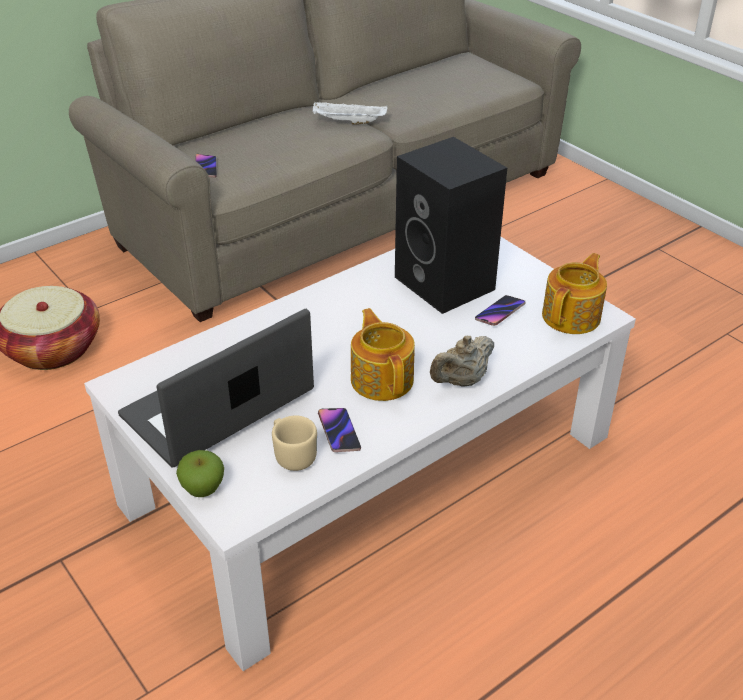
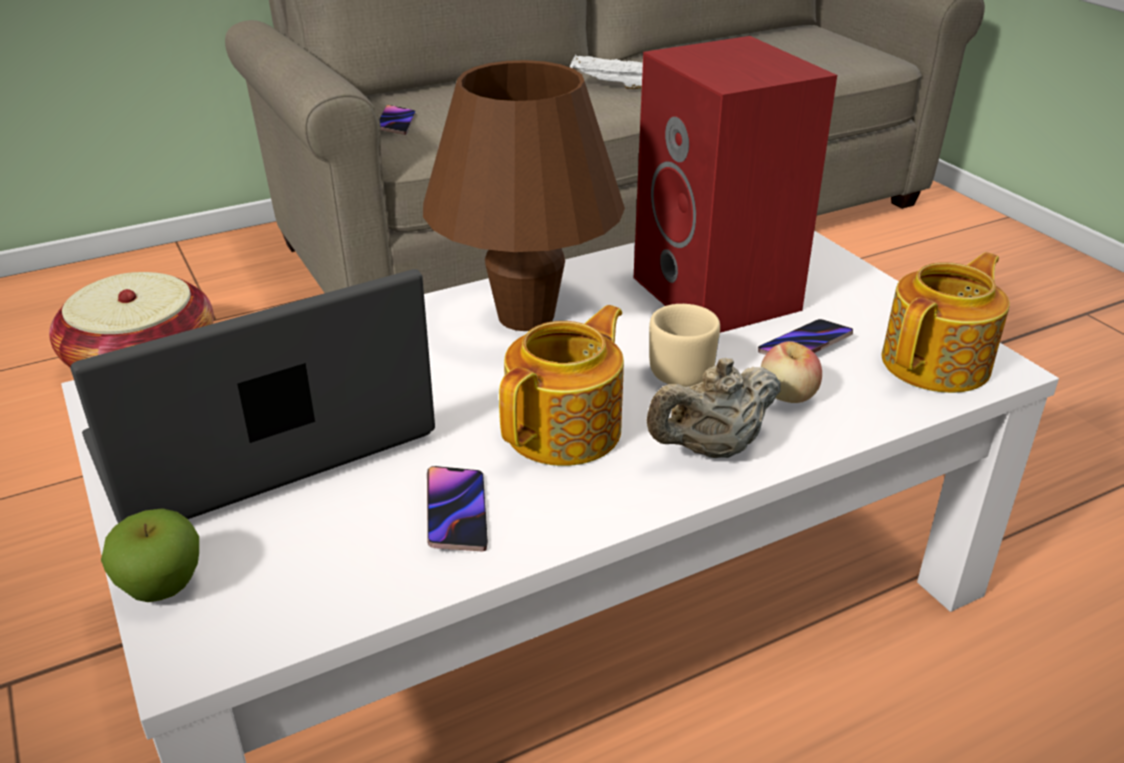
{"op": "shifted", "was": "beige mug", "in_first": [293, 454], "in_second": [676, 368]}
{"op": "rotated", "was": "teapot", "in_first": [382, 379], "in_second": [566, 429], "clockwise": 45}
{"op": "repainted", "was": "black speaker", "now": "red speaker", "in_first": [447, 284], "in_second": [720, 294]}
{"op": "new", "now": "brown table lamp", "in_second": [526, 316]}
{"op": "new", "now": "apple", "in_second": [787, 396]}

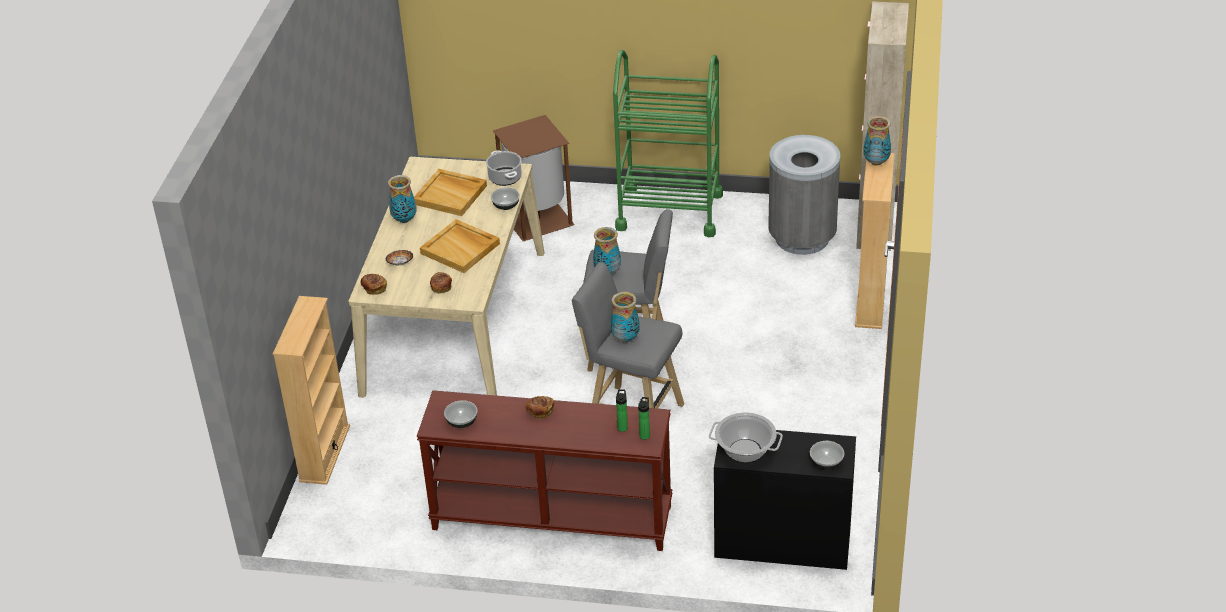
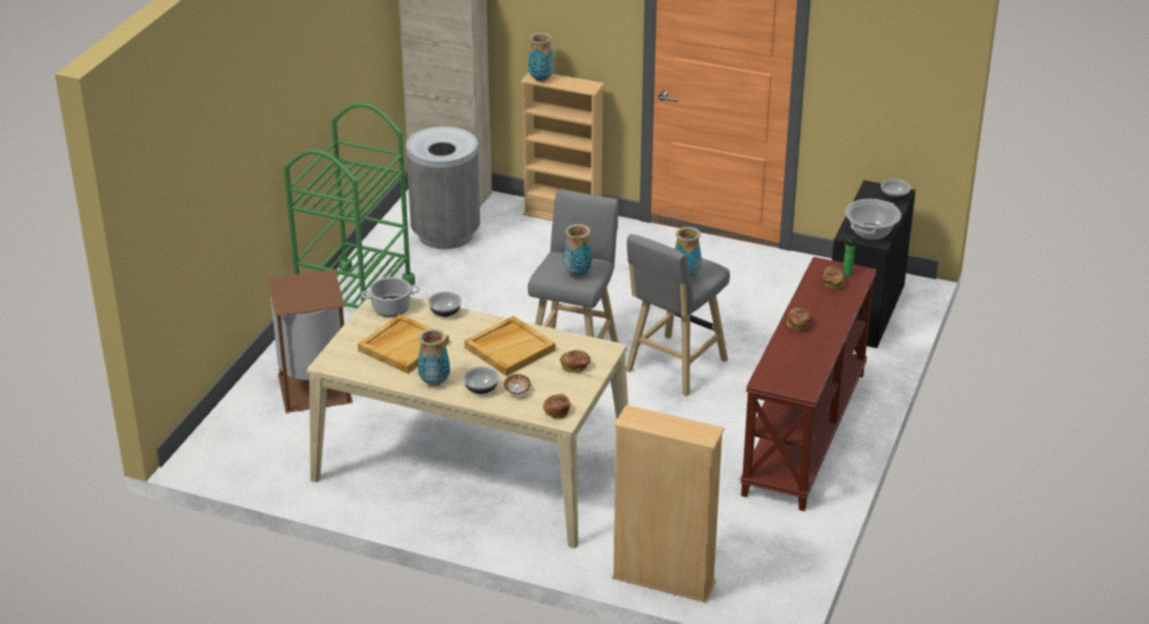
{"op": "shifted", "was": "bowl", "in_first": [461, 422], "in_second": [481, 389]}
{"op": "swapped", "was": "bottle", "now": "bread", "in_first": [622, 427], "in_second": [832, 283]}

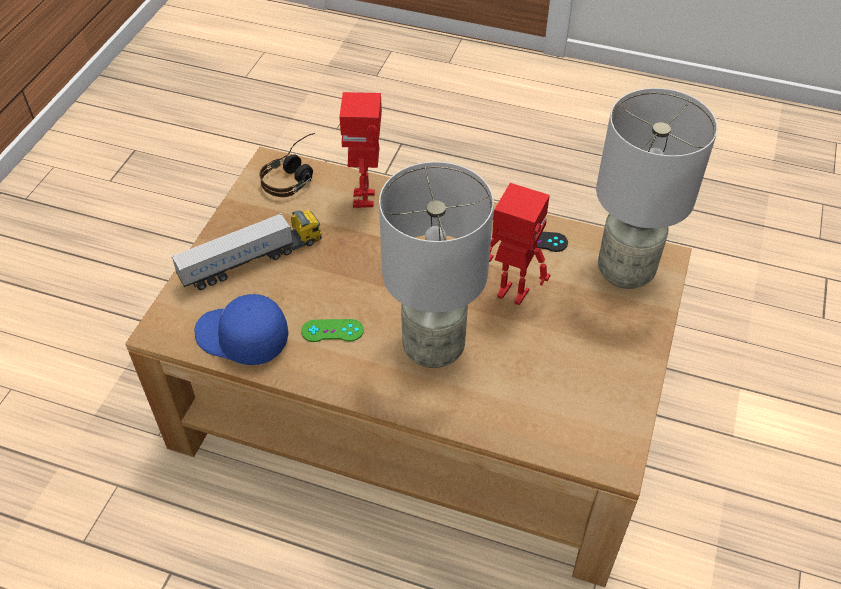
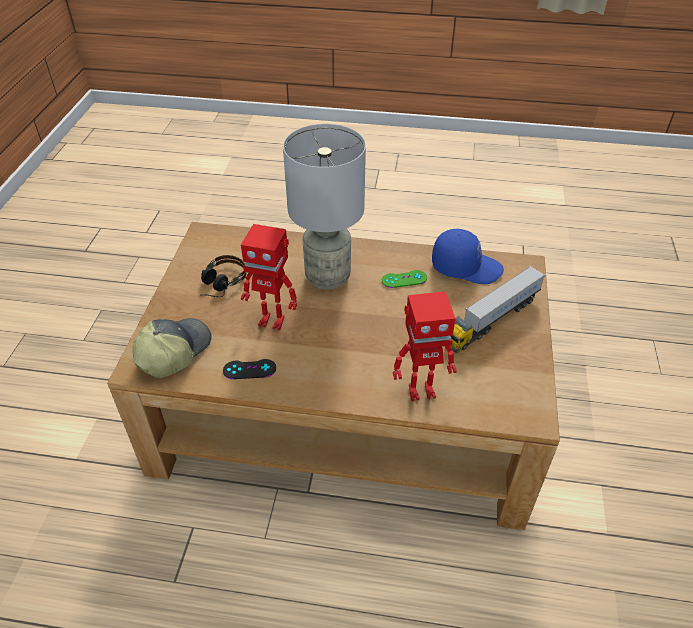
{"op": "shifted", "was": "headphones", "in_first": [295, 175], "in_second": [219, 286]}
{"op": "rotated", "was": "toy robot", "in_first": [365, 199], "in_second": [420, 390], "clockwise": 90}
{"op": "swapped", "was": "grey table lamp", "now": "cap", "in_first": [626, 271], "in_second": [173, 352]}

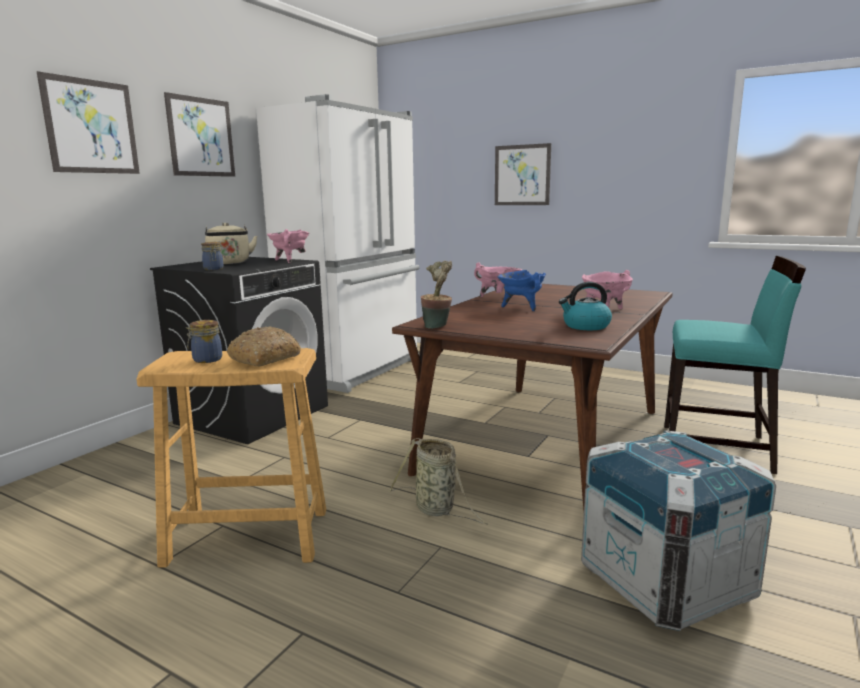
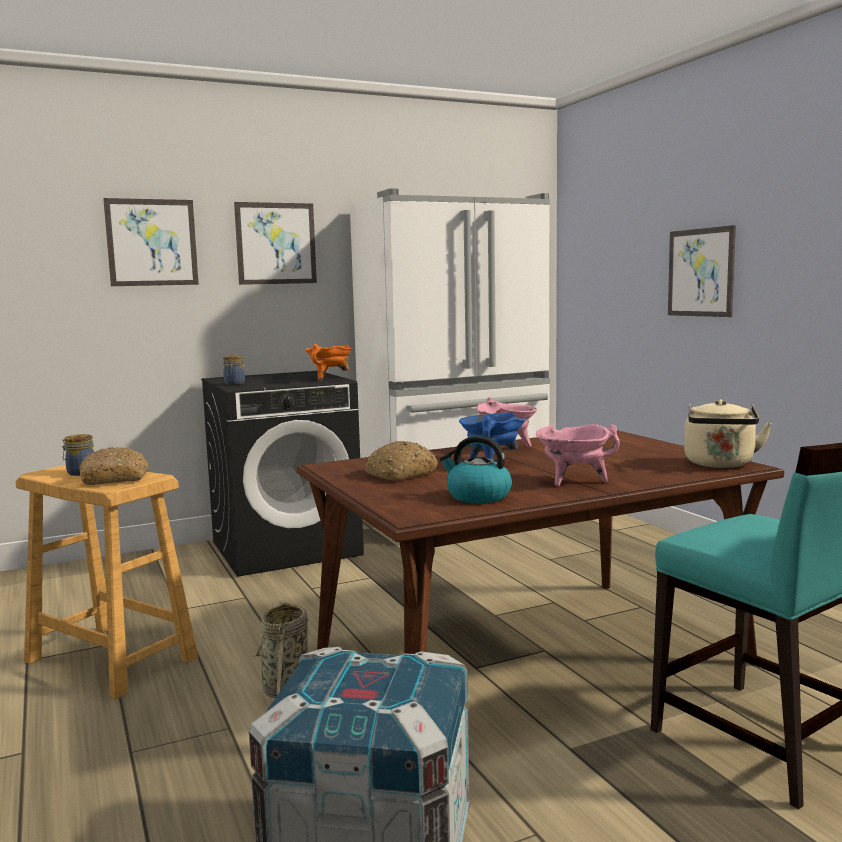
{"op": "shifted", "was": "beige kettle", "in_first": [230, 263], "in_second": [720, 465]}
{"op": "repainted", "was": "pink cooking pot", "now": "orange cooking pot", "in_first": [289, 261], "in_second": [329, 379]}
{"op": "gone", "was": "potted plant", "in_first": [438, 326]}
{"op": "new", "now": "bread", "in_second": [401, 474]}

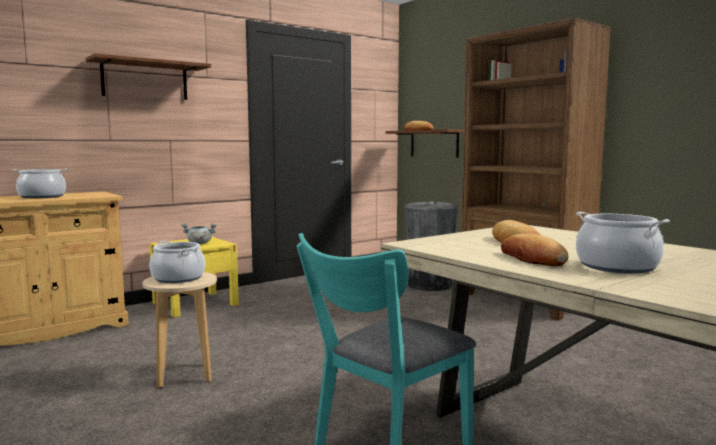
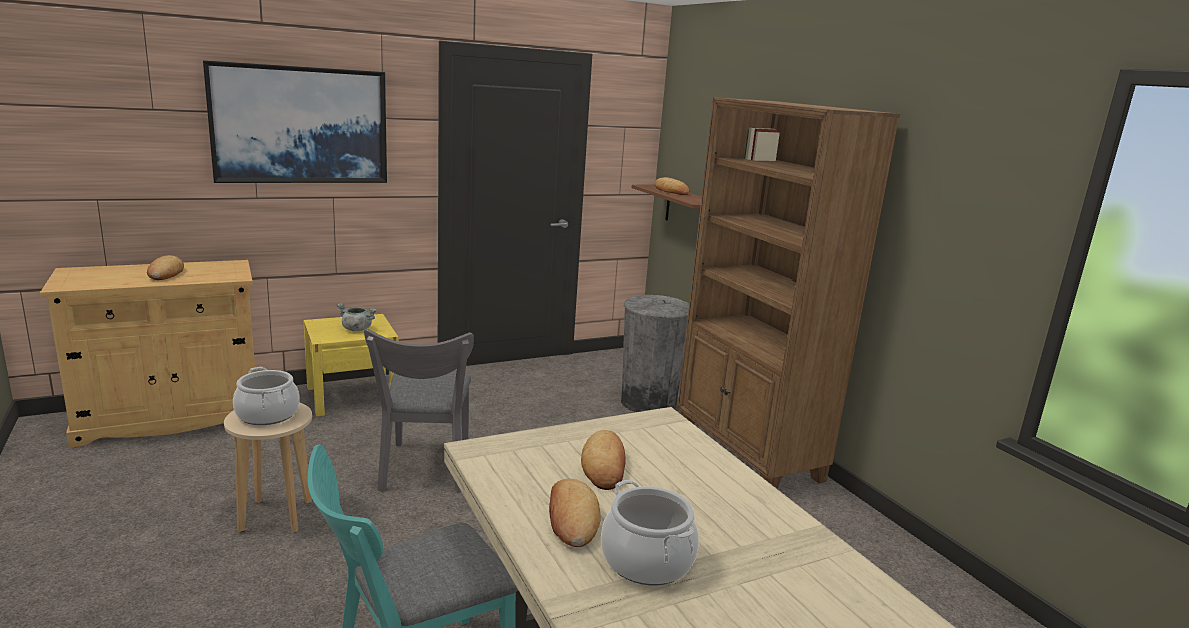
{"op": "swapped", "was": "cooking pot", "now": "bread", "in_first": [42, 197], "in_second": [165, 273]}
{"op": "swapped", "was": "shelf", "now": "picture", "in_first": [145, 80], "in_second": [300, 125]}
{"op": "new", "now": "grey chair", "in_second": [425, 472]}

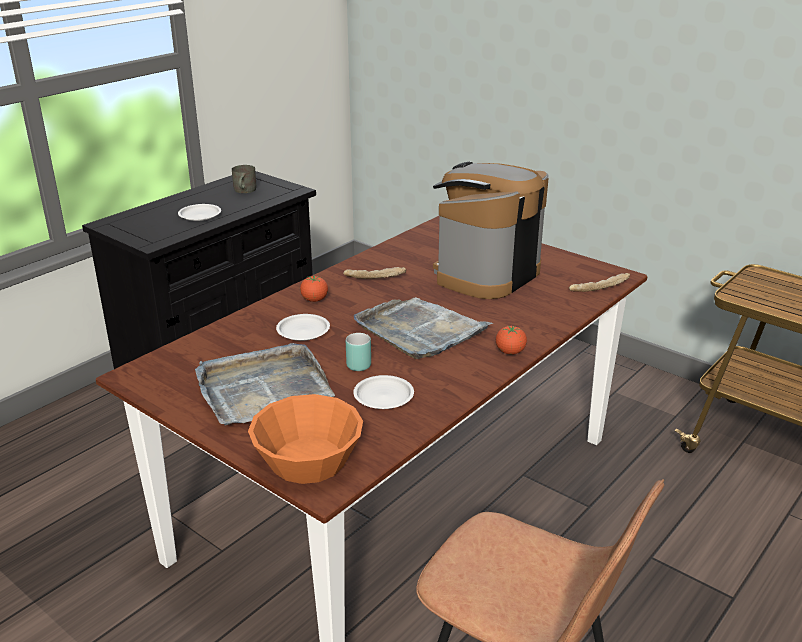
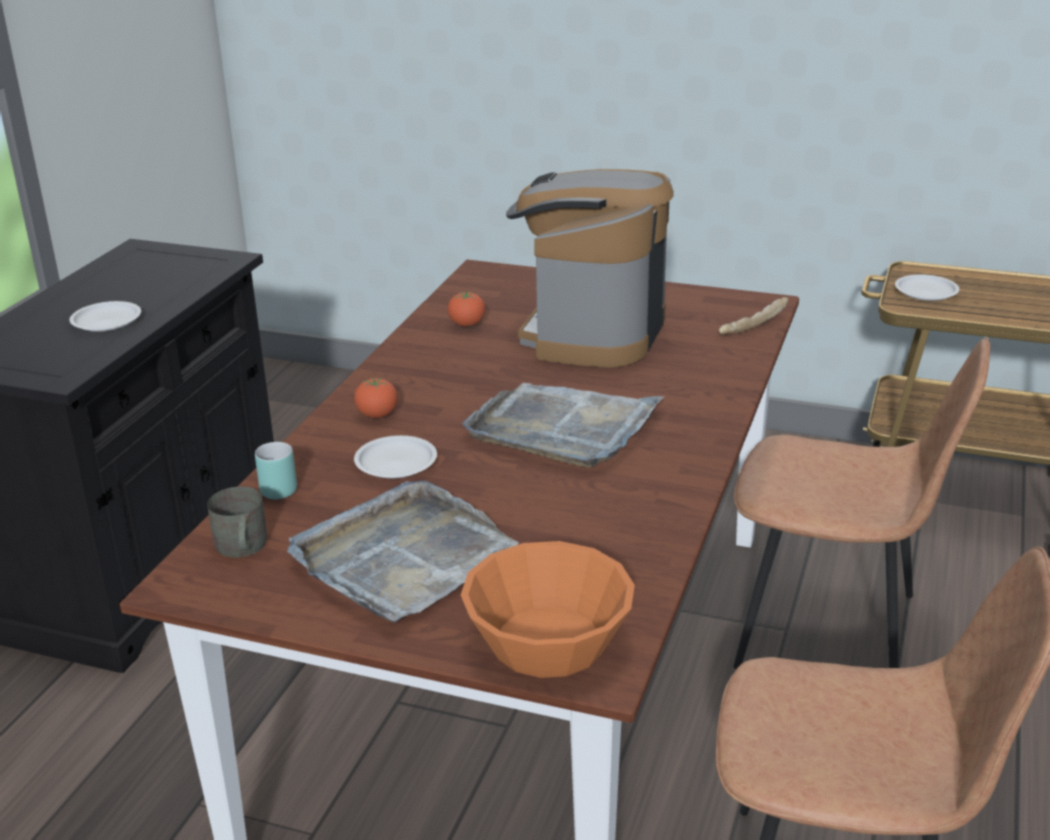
{"op": "shifted", "was": "grey mug", "in_first": [244, 190], "in_second": [241, 548]}
{"op": "gone", "was": "bread", "in_first": [374, 277]}
{"op": "shifted", "was": "turquoise mug", "in_first": [356, 363], "in_second": [273, 488]}
{"op": "shifted", "was": "white plate", "in_first": [384, 396], "in_second": [926, 291]}
{"op": "shifted", "was": "tomato", "in_first": [510, 352], "in_second": [467, 325]}
{"op": "new", "now": "brown chair", "in_second": [832, 632]}

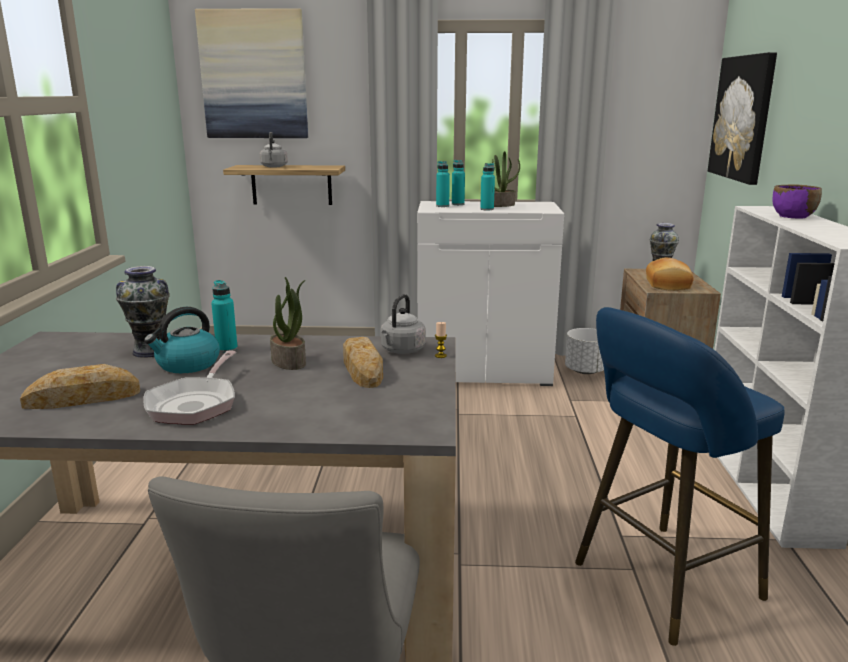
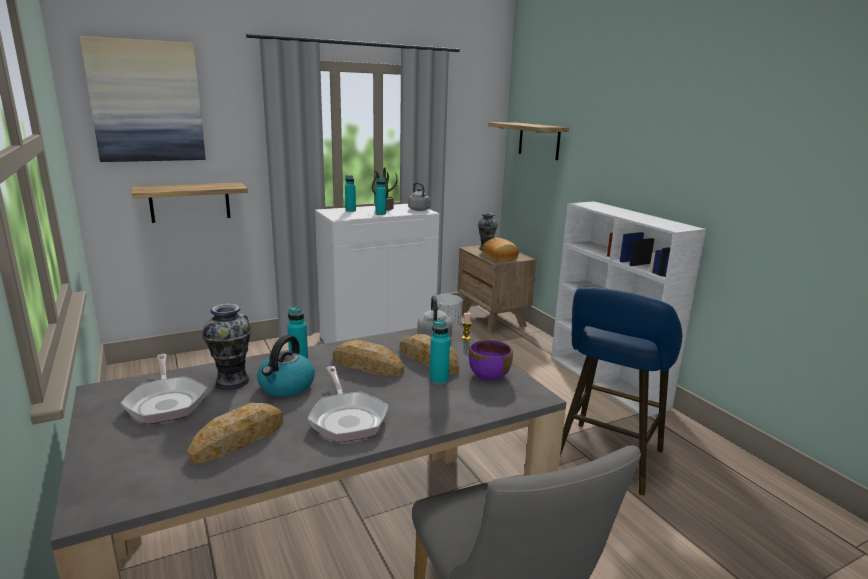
{"op": "shifted", "was": "grey kettle", "in_first": [274, 167], "in_second": [419, 210]}
{"op": "swapped", "was": "potted plant", "now": "bread", "in_first": [289, 362], "in_second": [367, 365]}
{"op": "shifted", "was": "turquoise bottle", "in_first": [442, 206], "in_second": [439, 380]}
{"op": "swapped", "was": "picture", "now": "shelf", "in_first": [743, 118], "in_second": [539, 140]}
{"op": "shifted", "was": "purple bowl", "in_first": [792, 216], "in_second": [489, 375]}
{"op": "new", "now": "frying pan", "in_second": [166, 402]}

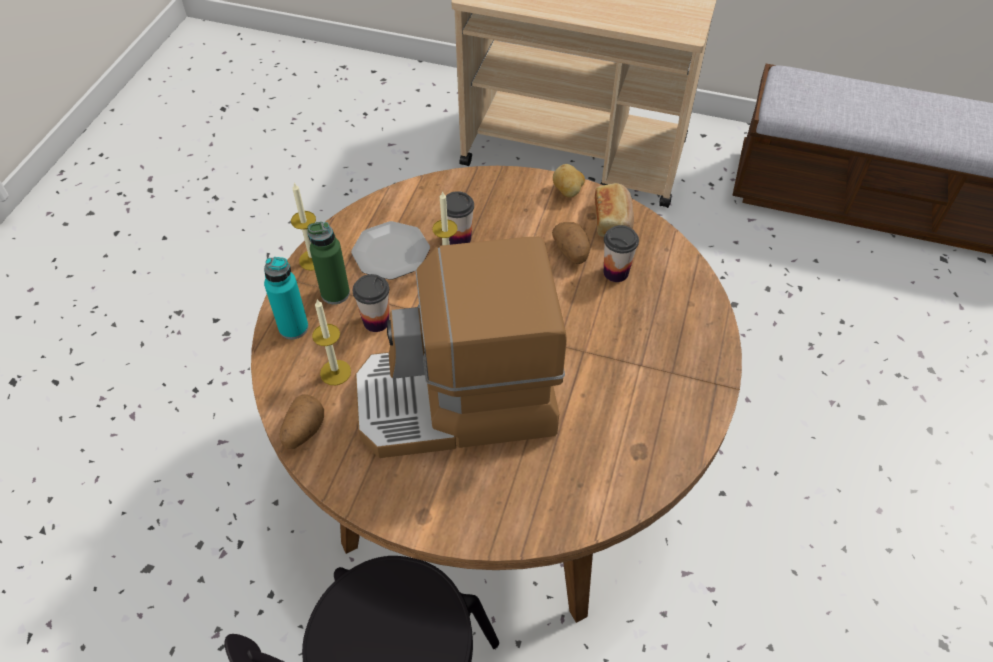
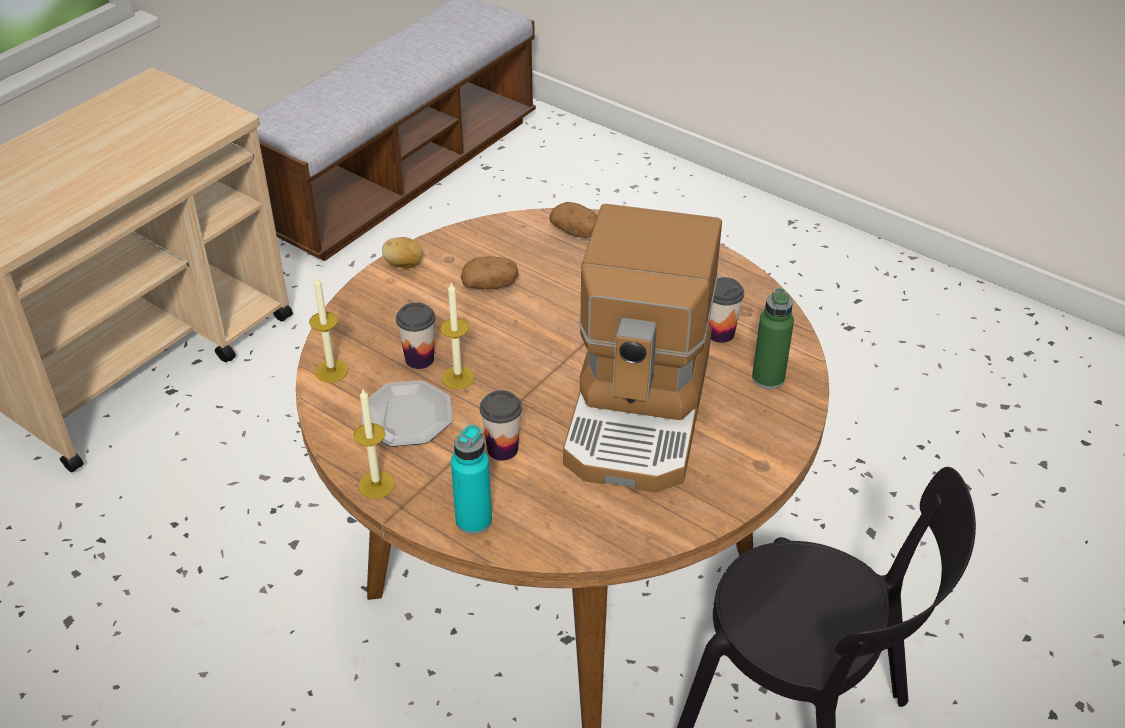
{"op": "shifted", "was": "potato", "in_first": [303, 431], "in_second": [576, 232]}
{"op": "shifted", "was": "green bottle", "in_first": [335, 293], "in_second": [768, 378]}
{"op": "shifted", "was": "candle", "in_first": [335, 372], "in_second": [331, 371]}
{"op": "gone", "was": "bread", "in_first": [613, 220]}
{"op": "shifted", "was": "cup", "in_first": [616, 272], "in_second": [720, 333]}

